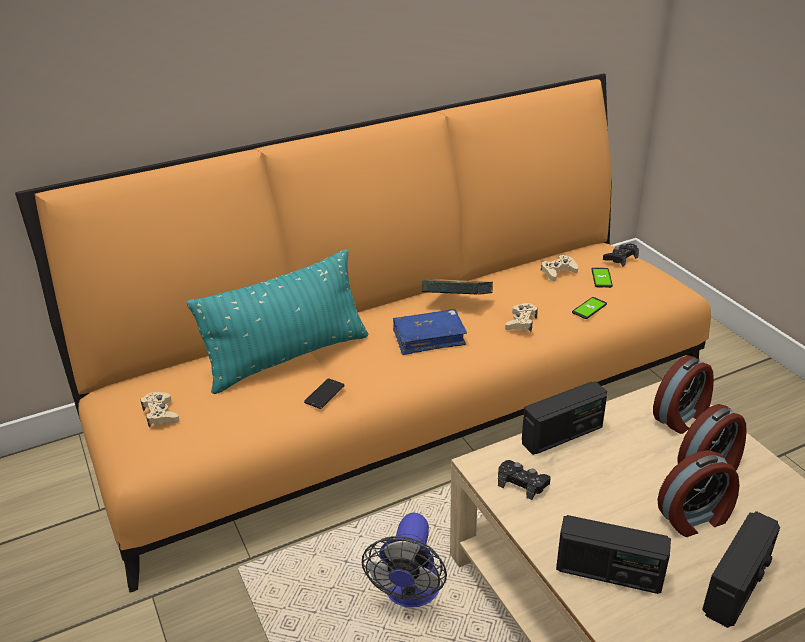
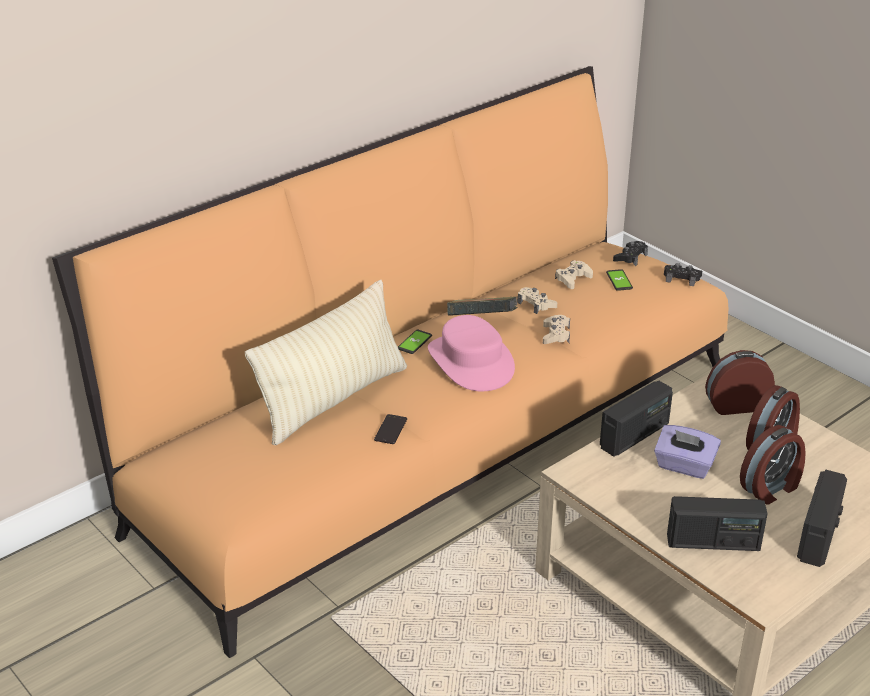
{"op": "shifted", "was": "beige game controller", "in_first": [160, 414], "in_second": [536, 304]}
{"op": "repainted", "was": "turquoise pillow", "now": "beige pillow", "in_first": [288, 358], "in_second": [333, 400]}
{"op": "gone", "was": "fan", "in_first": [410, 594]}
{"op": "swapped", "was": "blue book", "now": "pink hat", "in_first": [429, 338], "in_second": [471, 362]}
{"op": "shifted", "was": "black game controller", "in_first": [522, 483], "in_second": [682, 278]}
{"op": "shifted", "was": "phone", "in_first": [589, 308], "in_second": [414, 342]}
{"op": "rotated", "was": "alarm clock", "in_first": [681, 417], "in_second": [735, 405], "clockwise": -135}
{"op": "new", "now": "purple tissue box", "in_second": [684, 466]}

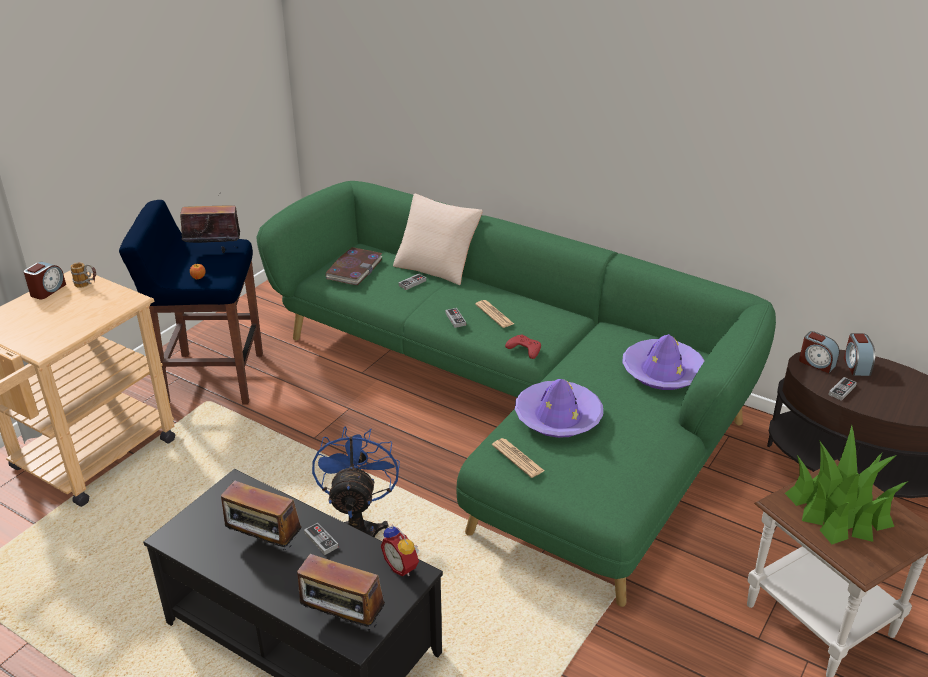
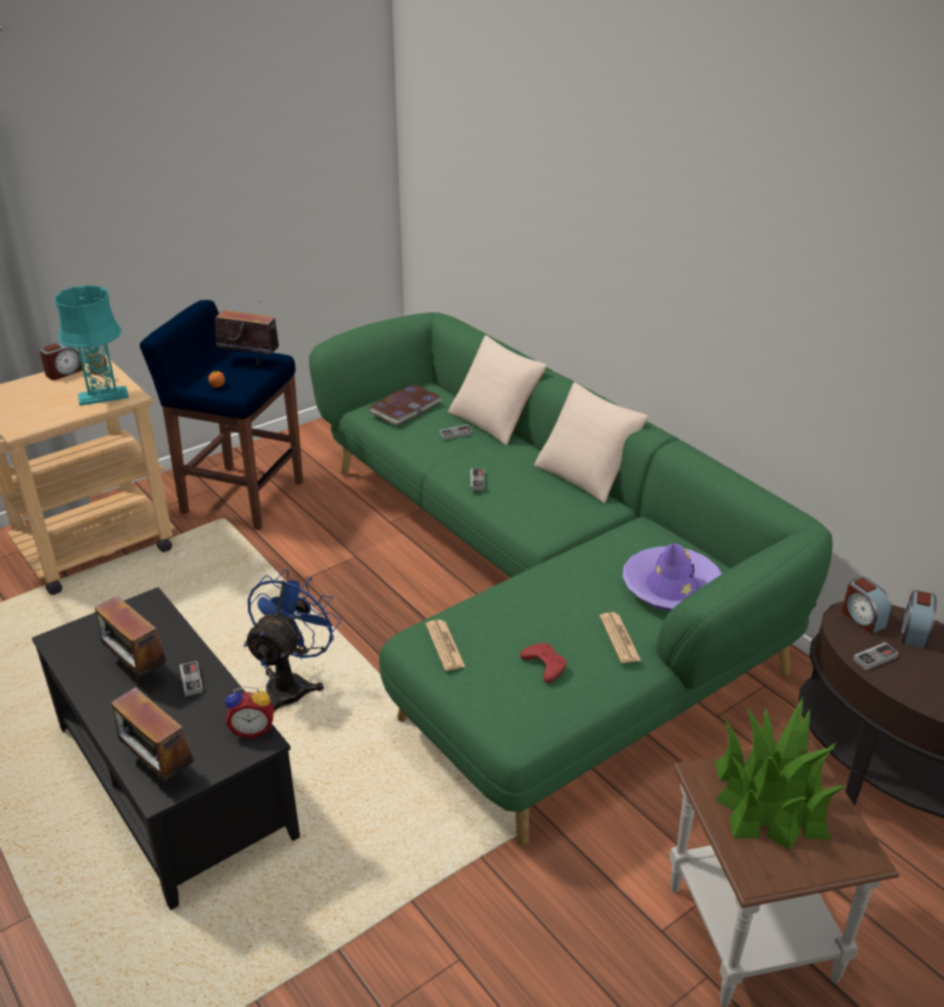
{"op": "rotated", "was": "alarm clock", "in_first": [402, 566], "in_second": [252, 729], "clockwise": -75}
{"op": "shifted", "was": "newspaper", "in_first": [494, 314], "in_second": [619, 638]}
{"op": "shifted", "was": "red game controller", "in_first": [524, 349], "in_second": [545, 665]}
{"op": "gone", "was": "purple hat", "in_first": [558, 417]}
{"op": "new", "now": "turquoise table lamp", "in_second": [104, 396]}
{"op": "new", "now": "beige pillow", "in_second": [586, 474]}

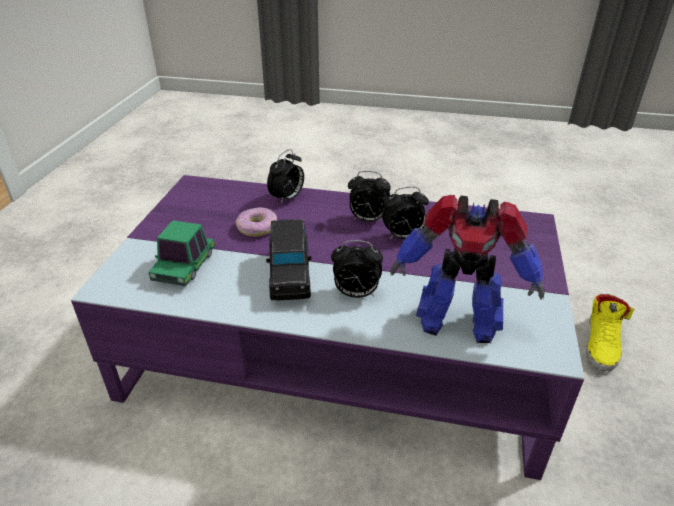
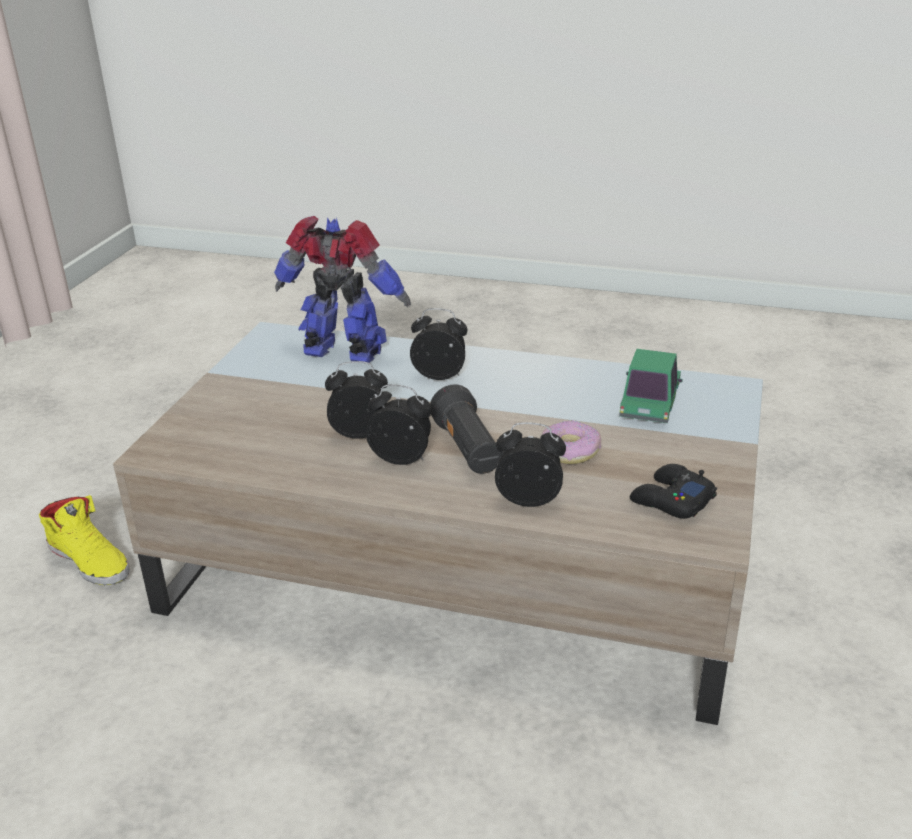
{"op": "repainted", "was": "purple coffee table", "now": "beige coffee table", "in_first": [337, 350], "in_second": [459, 563]}
{"op": "gone", "was": "black toy car", "in_first": [290, 275]}
{"op": "rotated", "was": "alarm clock", "in_first": [287, 198], "in_second": [529, 500], "clockwise": 60}
{"op": "rotated", "was": "yellow shoe", "in_first": [602, 343], "in_second": [90, 560], "clockwise": 105}
{"op": "new", "now": "black flashlight", "in_second": [468, 450]}
{"op": "new", "now": "black game controller", "in_second": [671, 500]}

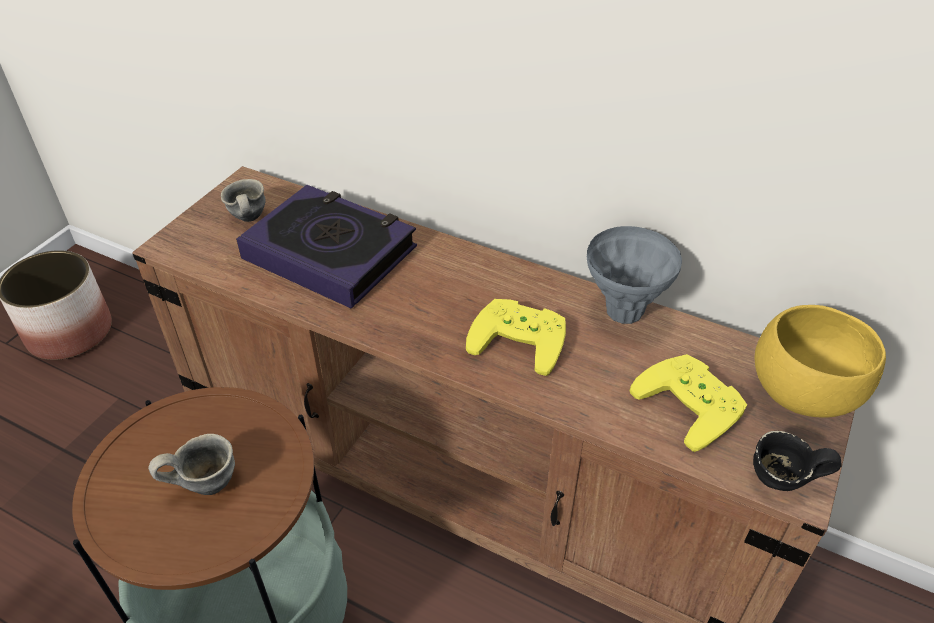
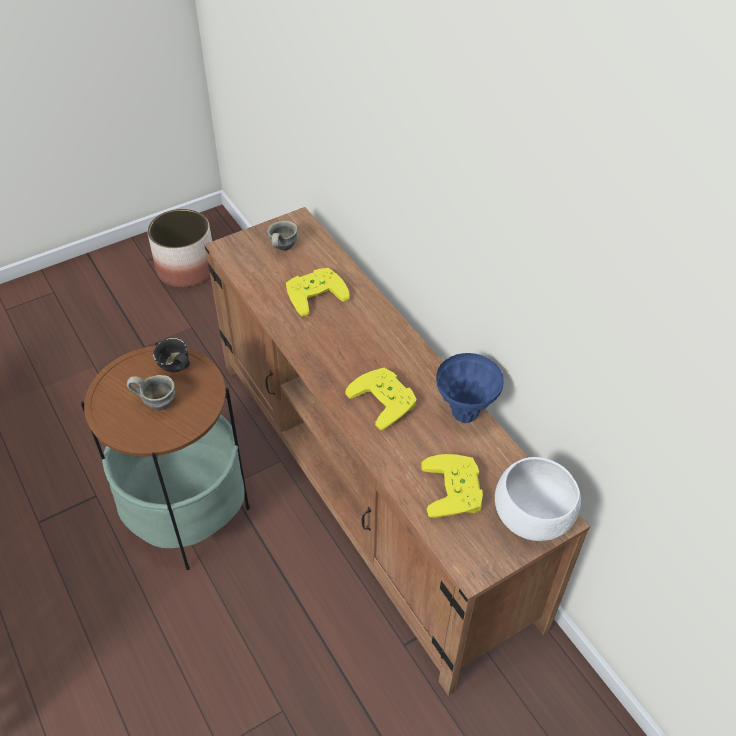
{"op": "swapped", "was": "book", "now": "yellow game controller", "in_first": [330, 253], "in_second": [314, 292]}
{"op": "repainted", "was": "grey vase", "now": "blue vase", "in_first": [623, 312], "in_second": [464, 413]}
{"op": "shifted", "was": "black mug", "in_first": [781, 484], "in_second": [175, 370]}
{"op": "repainted", "was": "yellow bowl", "now": "white bowl", "in_first": [801, 393], "in_second": [533, 517]}

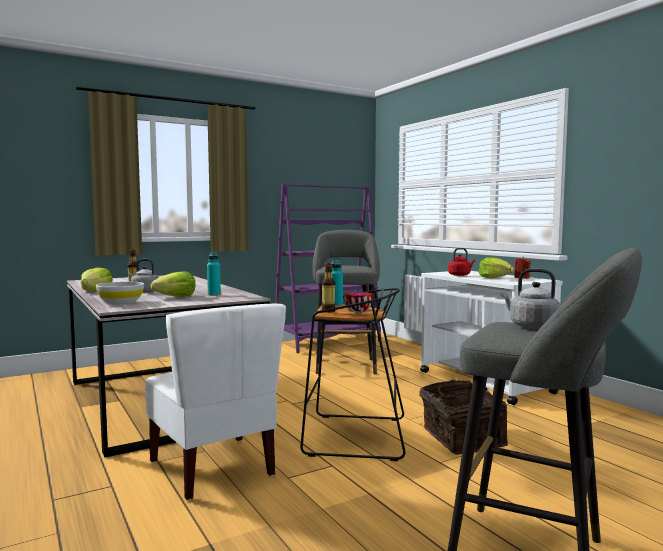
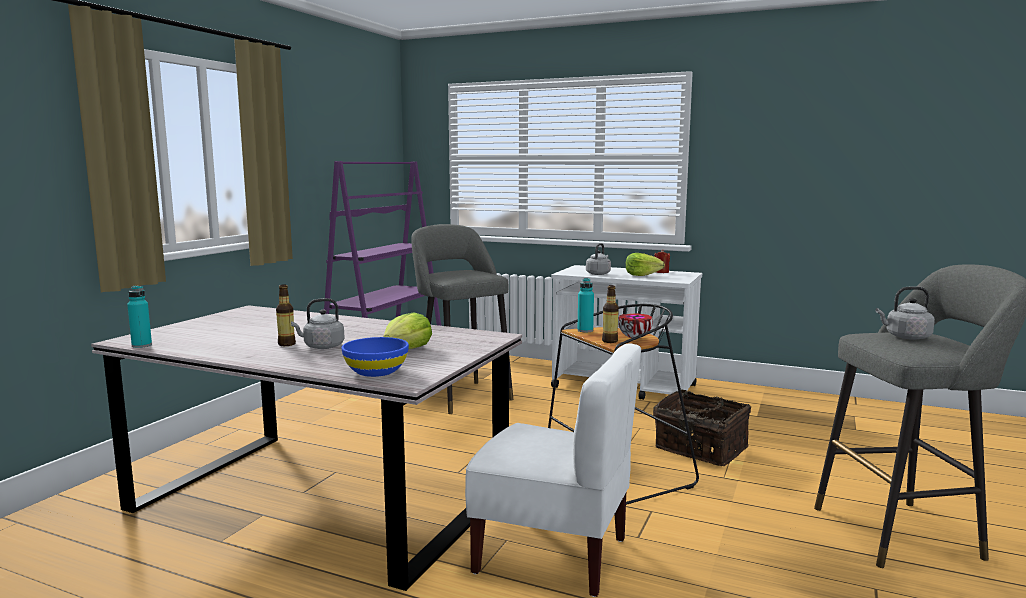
{"op": "gone", "was": "lettuce", "in_first": [95, 291]}
{"op": "repainted", "was": "white bowl", "now": "blue bowl", "in_first": [120, 303], "in_second": [376, 372]}
{"op": "shifted", "was": "turquoise bottle", "in_first": [214, 294], "in_second": [142, 345]}
{"op": "repainted", "was": "red kettle", "now": "grey kettle", "in_first": [460, 275], "in_second": [598, 273]}

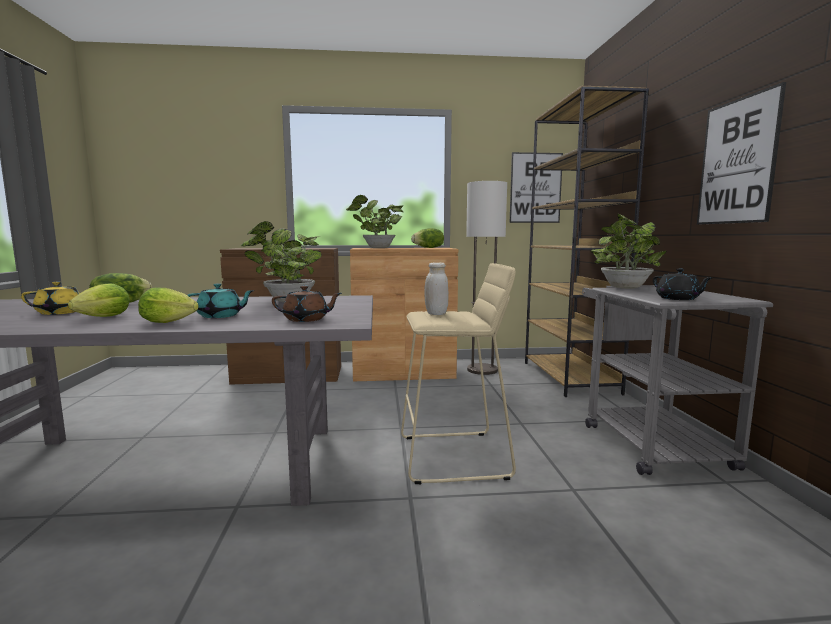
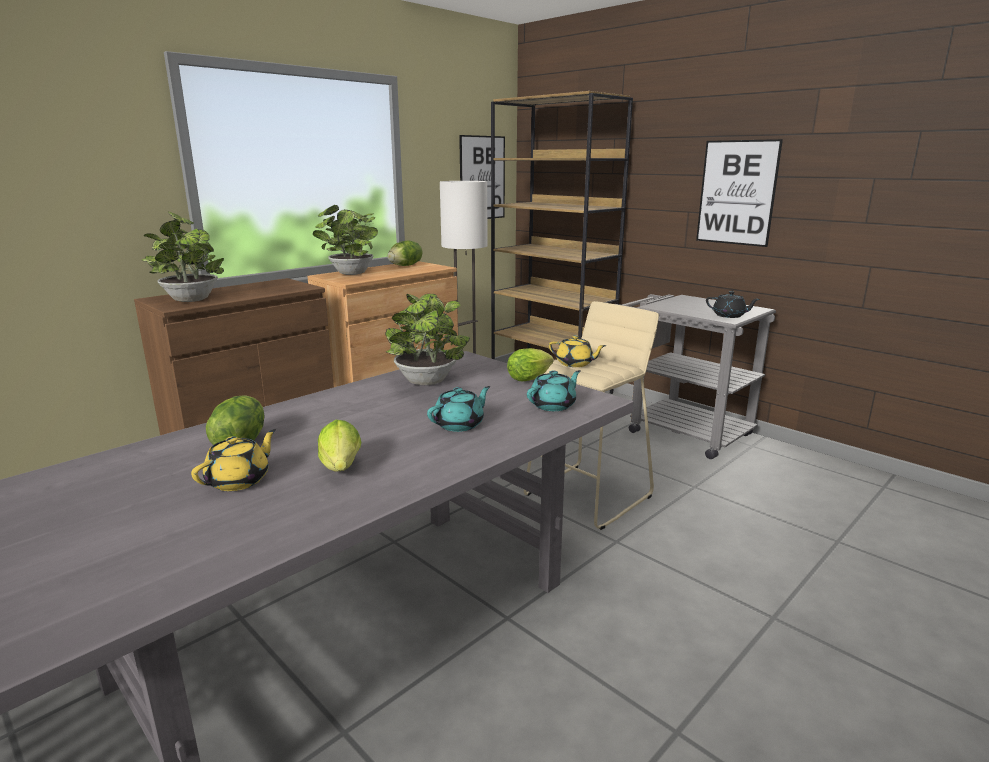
{"op": "shifted", "was": "lettuce", "in_first": [171, 322], "in_second": [531, 378]}
{"op": "repainted", "was": "brown teapot", "now": "turquoise teapot", "in_first": [307, 319], "in_second": [553, 405]}
{"op": "swapped", "was": "white jar", "now": "yellow teapot", "in_first": [436, 314], "in_second": [575, 364]}
{"op": "shifted", "was": "potted plant", "in_first": [623, 287], "in_second": [190, 299]}

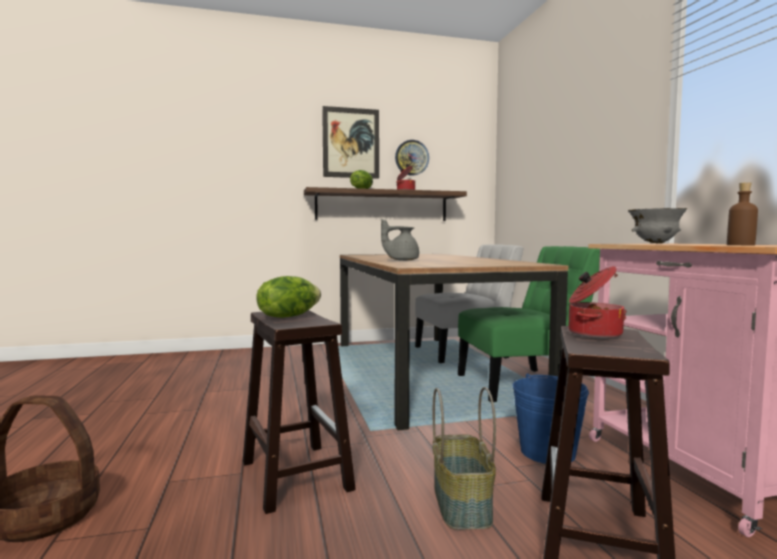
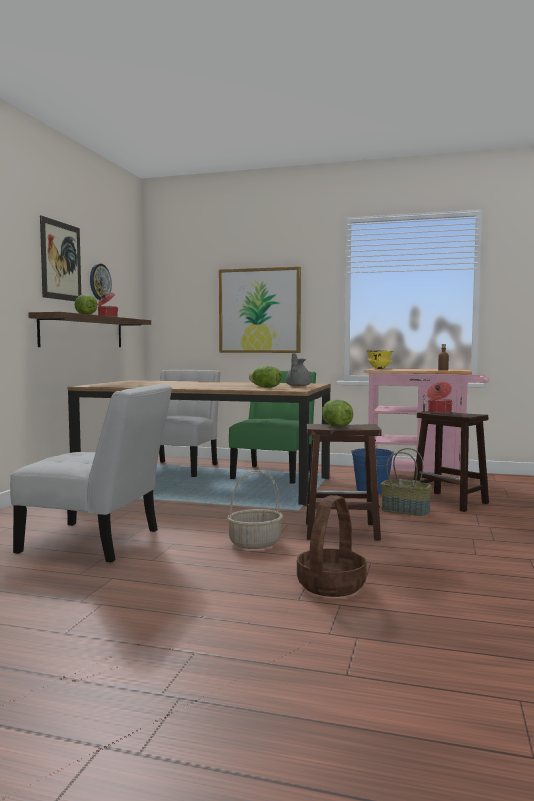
{"op": "shifted", "was": "grey teapot", "in_first": [401, 260], "in_second": [297, 386]}
{"op": "repainted", "was": "grey bowl", "now": "yellow bowl", "in_first": [655, 243], "in_second": [379, 369]}
{"op": "new", "now": "white chair", "in_second": [97, 542]}
{"op": "new", "now": "picture", "in_second": [259, 310]}
{"op": "new", "now": "basket", "in_second": [255, 543]}
{"op": "new", "now": "lettuce", "in_second": [265, 387]}

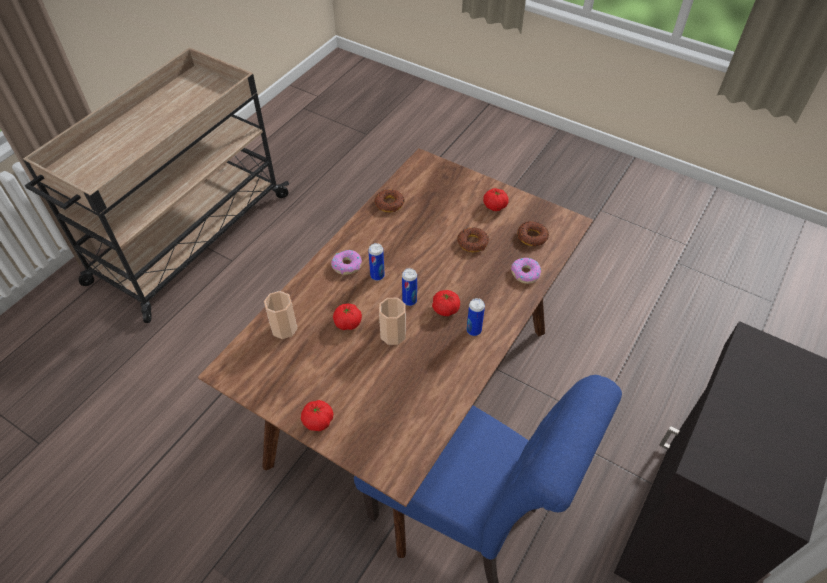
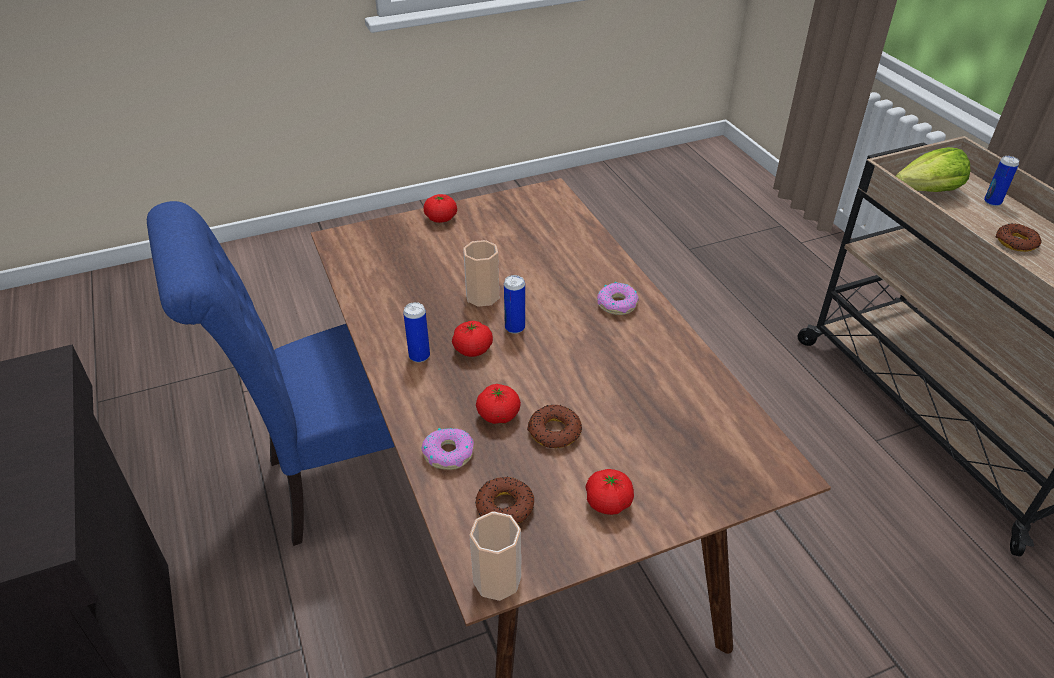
{"op": "shifted", "was": "cup", "in_first": [284, 328], "in_second": [497, 579]}
{"op": "shifted", "was": "tomato", "in_first": [348, 323], "in_second": [498, 415]}
{"op": "shifted", "was": "can", "in_first": [377, 276], "in_second": [992, 202]}
{"op": "shifted", "was": "donut", "in_first": [389, 203], "in_second": [1016, 242]}
{"op": "new", "now": "lettuce", "in_second": [928, 191]}

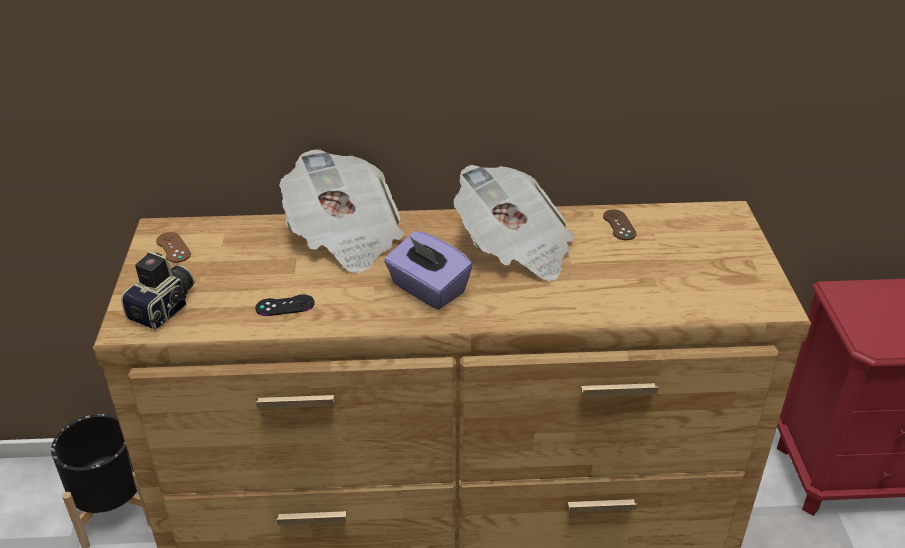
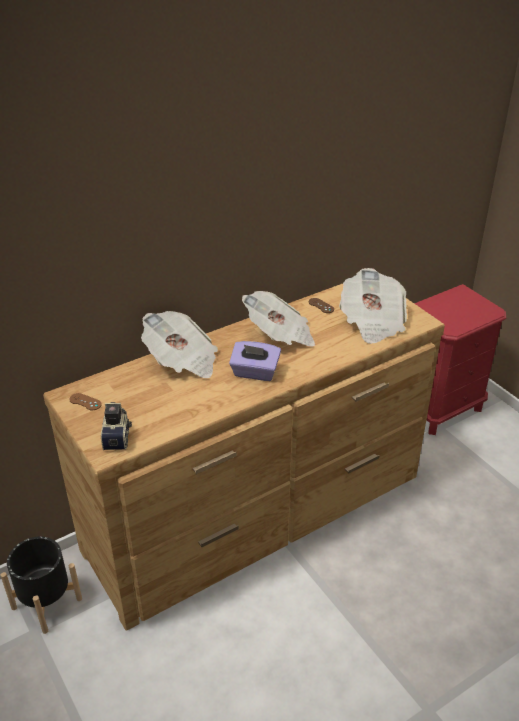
{"op": "gone", "was": "black game controller", "in_first": [285, 305]}
{"op": "new", "now": "newspaper", "in_second": [372, 322]}

